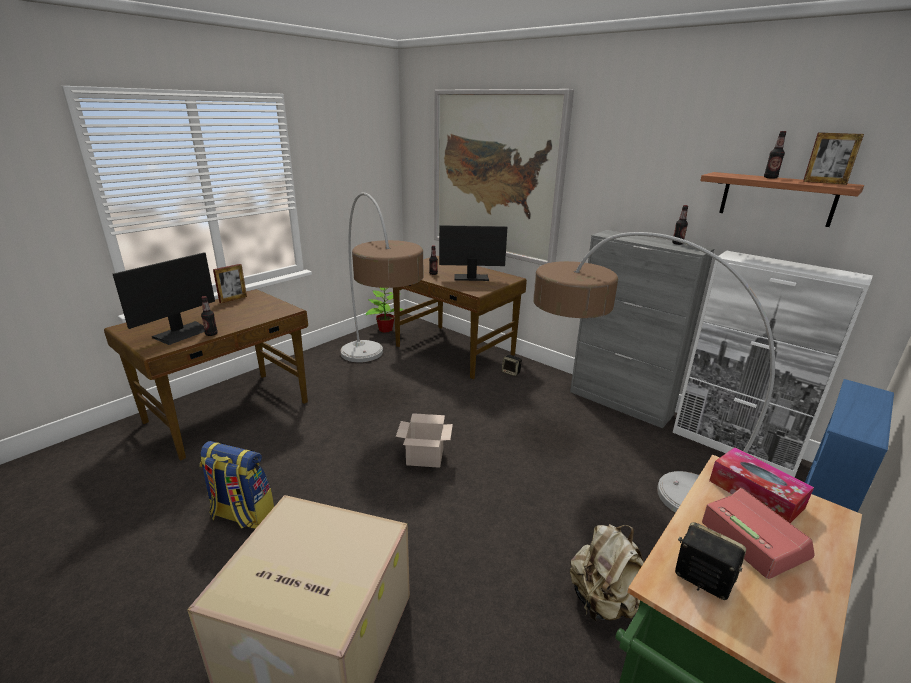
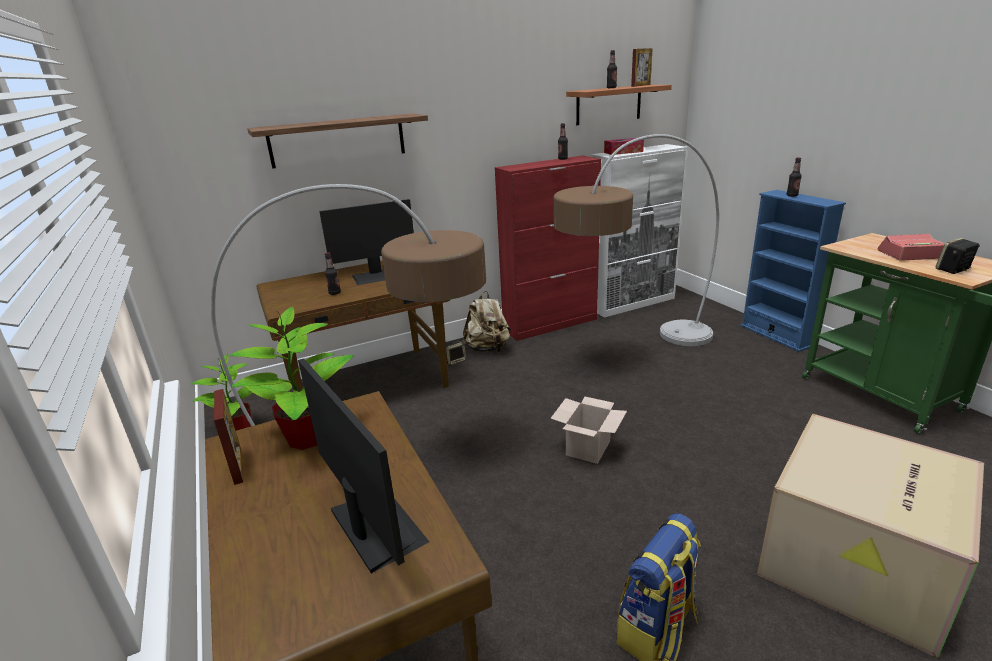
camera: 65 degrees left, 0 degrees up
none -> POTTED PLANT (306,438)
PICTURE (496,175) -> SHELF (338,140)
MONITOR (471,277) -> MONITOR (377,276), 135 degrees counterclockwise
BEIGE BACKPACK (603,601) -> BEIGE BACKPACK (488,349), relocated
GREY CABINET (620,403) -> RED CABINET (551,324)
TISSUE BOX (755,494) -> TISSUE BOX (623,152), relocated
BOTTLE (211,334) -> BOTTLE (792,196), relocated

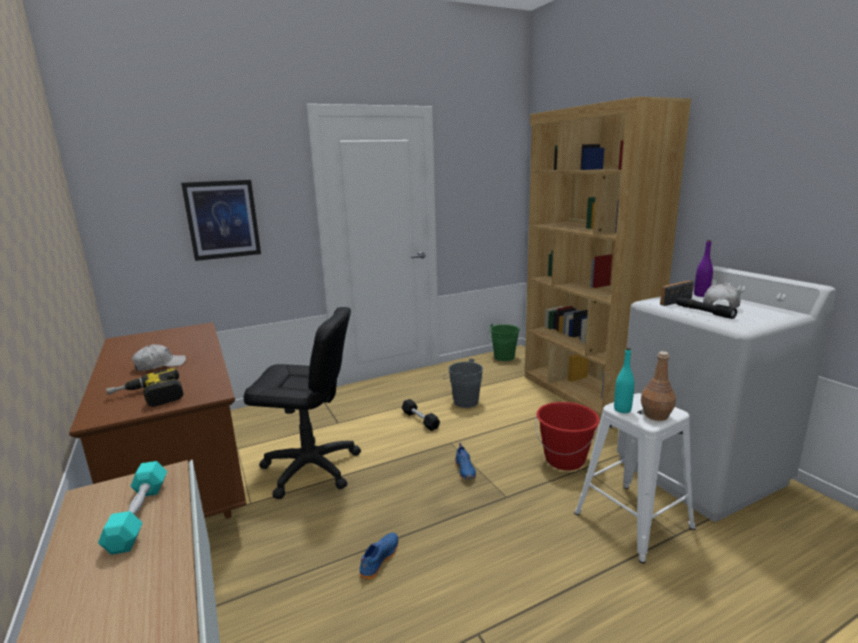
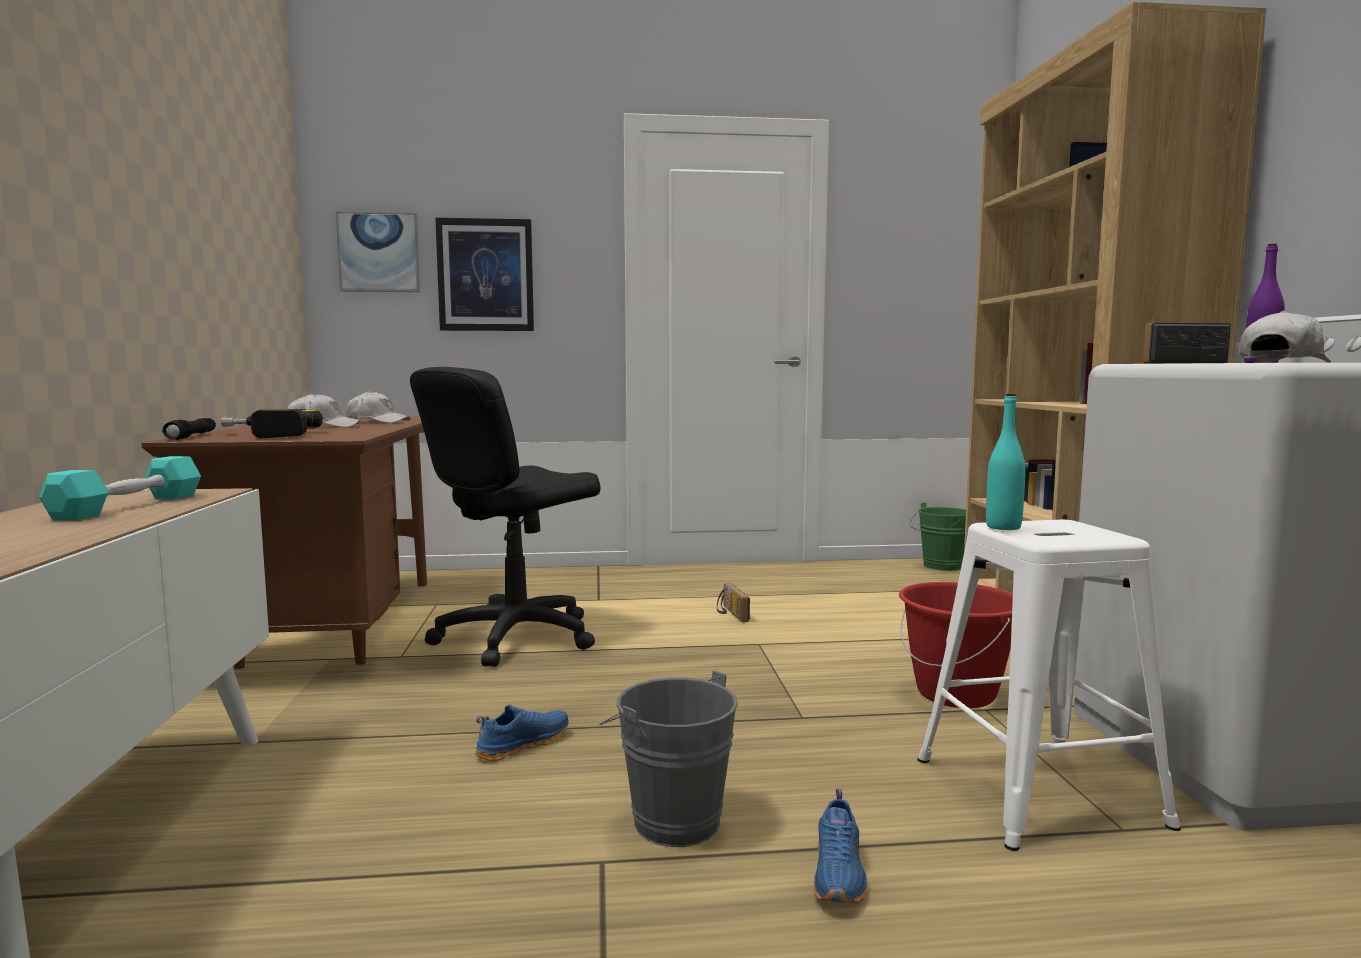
camera: 20 degrees right, 10 degrees down
BLACK FLASHLIGHT (704,312) -> BLACK FLASHLIGHT (192,436), relocated
none -> PICTURE (379,252)
none -> WHITE CAP (378,421)
BLACK OFFICE CHAIR (311,468) -> BLACK OFFICE CHAIR (515,637), 105 degrees clockwise
GREY BUCKET (463,401) -> GREY BUCKET (669,818), relocated
BLACK DUMBBELL (420,420) -> RADIO (730,614)
BLUE SHOE (465,470) -> BLUE SHOE (840,875), relocated
BROWN BOTTLE (656,415) -> none

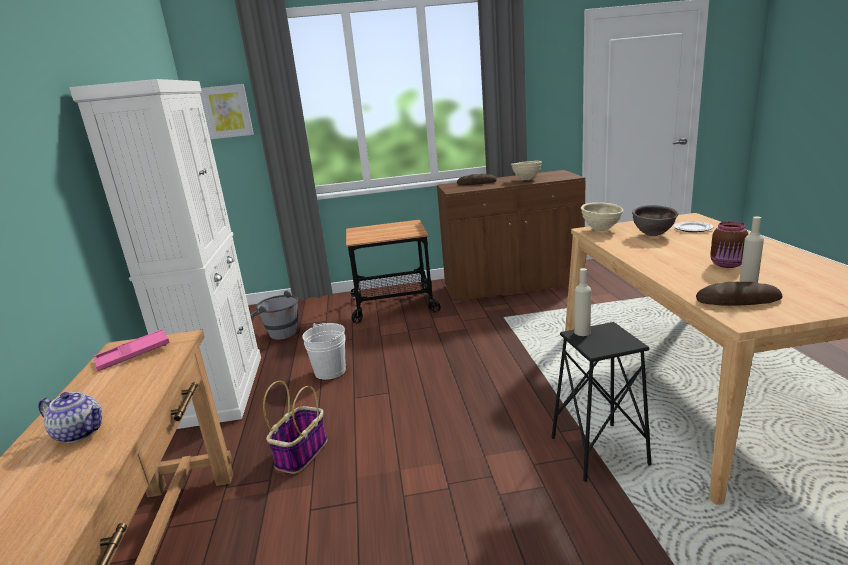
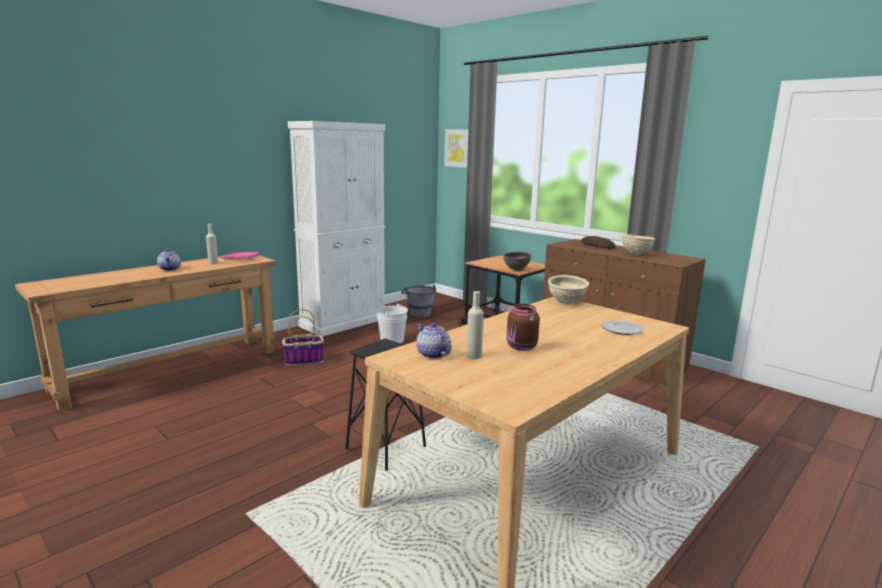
camera: 50 degrees right, 5 degrees down
BEIGE BOTTLE (582,332) -> BEIGE BOTTLE (213,263), relocated
BREAD (737,300) -> TEAPOT (432,354)
BROWN BOWL (653,235) -> BROWN BOWL (516,270), relocated

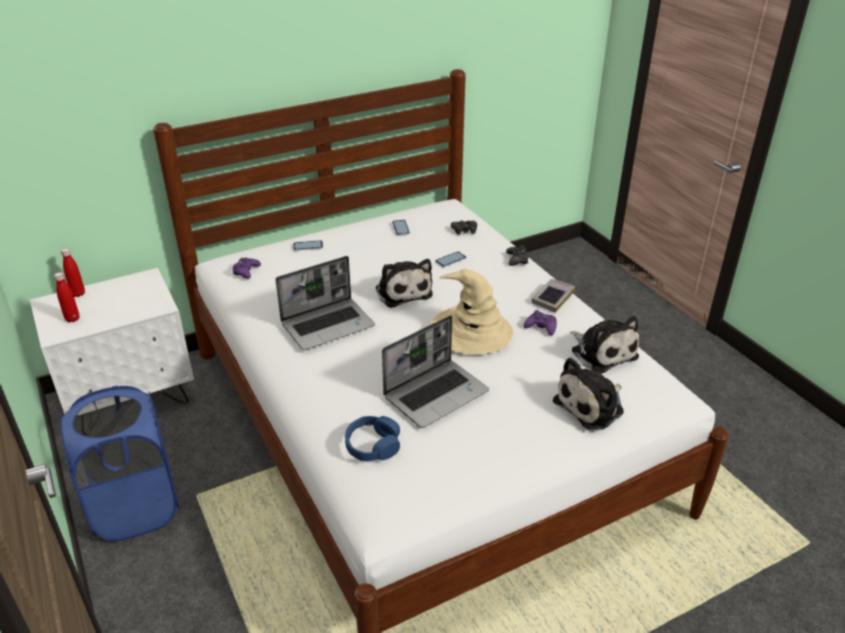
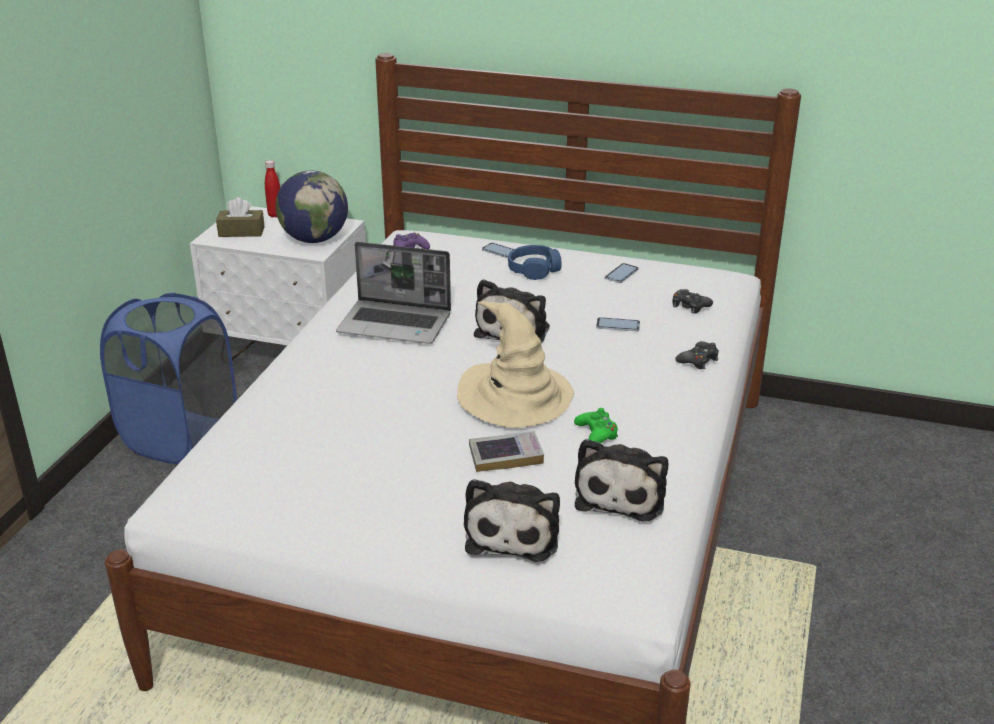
camera: 45 degrees right, 5 degrees down
RED BOTTLE (72,319) -> BROWN TISSUE BOX (241,232)
none -> GLOBE (314,239)
PLUSH TOY (592,406) -> PLUSH TOY (513,533), 90 degrees counterclockwise
BOOK (552,298) -> BOOK (506,456), relocated
BLUE HEADPHONES (373,445) -> BLUE HEADPHONES (534,269), relocated
PURPLE GAME CONTROLLER (541,327) -> GREEN GAME CONTROLLER (597,433)
LAPTOP (436,393) -> none

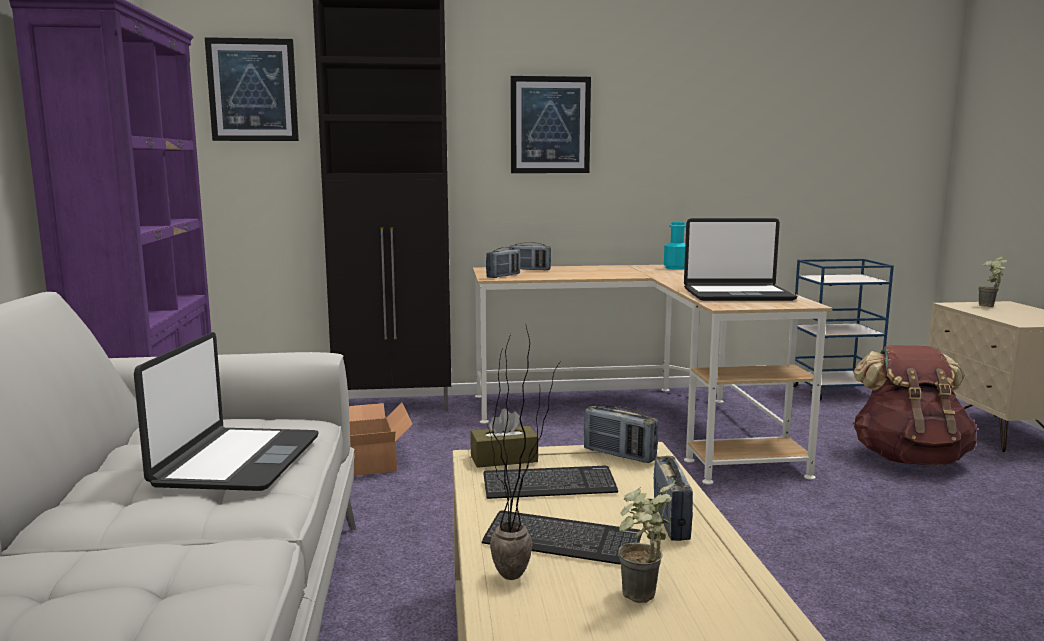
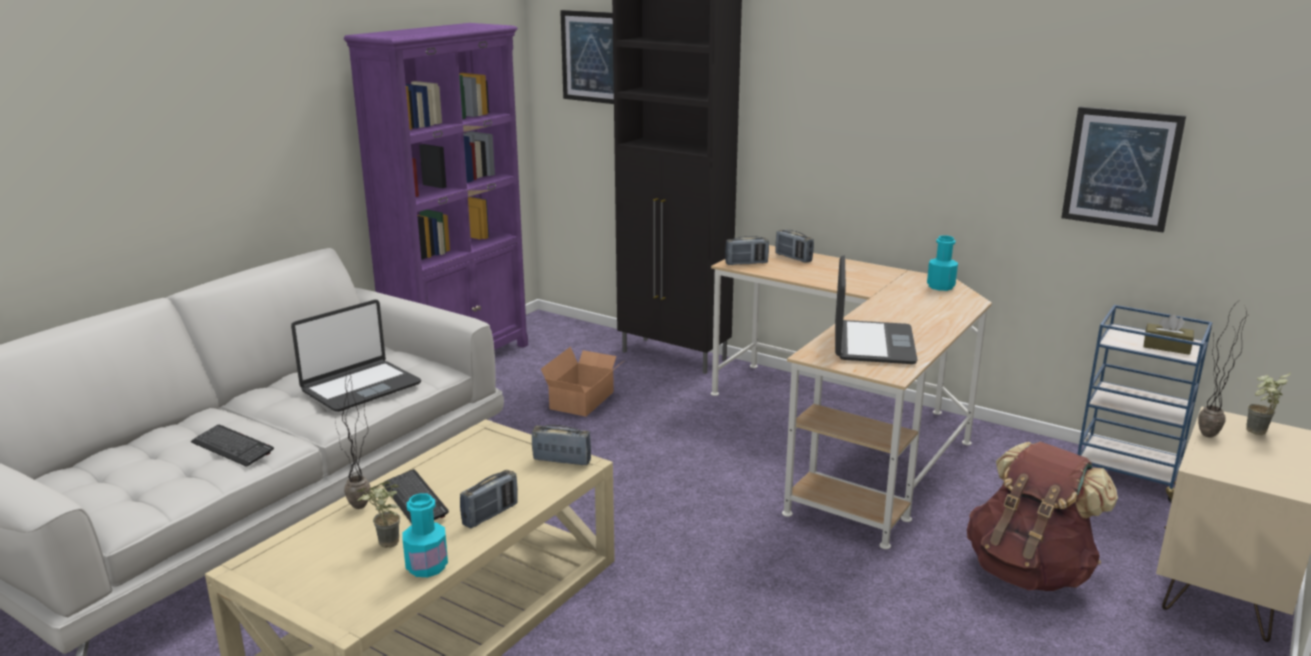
camera: 40 degrees right, 10 degrees up
KEYBOARD (549,486) -> KEYBOARD (232,447), relocated
none -> TURQUOISE BOTTLE (427,566)
RADIO (619,455) -> RADIO (562,460), 120 degrees clockwise
LAPTOP (737,294) -> LAPTOP (872,344), 120 degrees counterclockwise
PICTURE (550,125) -> PICTURE (1121,168), relocated
BROWN TISSUE BOX (504,459) -> BROWN TISSUE BOX (1166,347), relocated
none -> POTTED PLANT (1204,437)

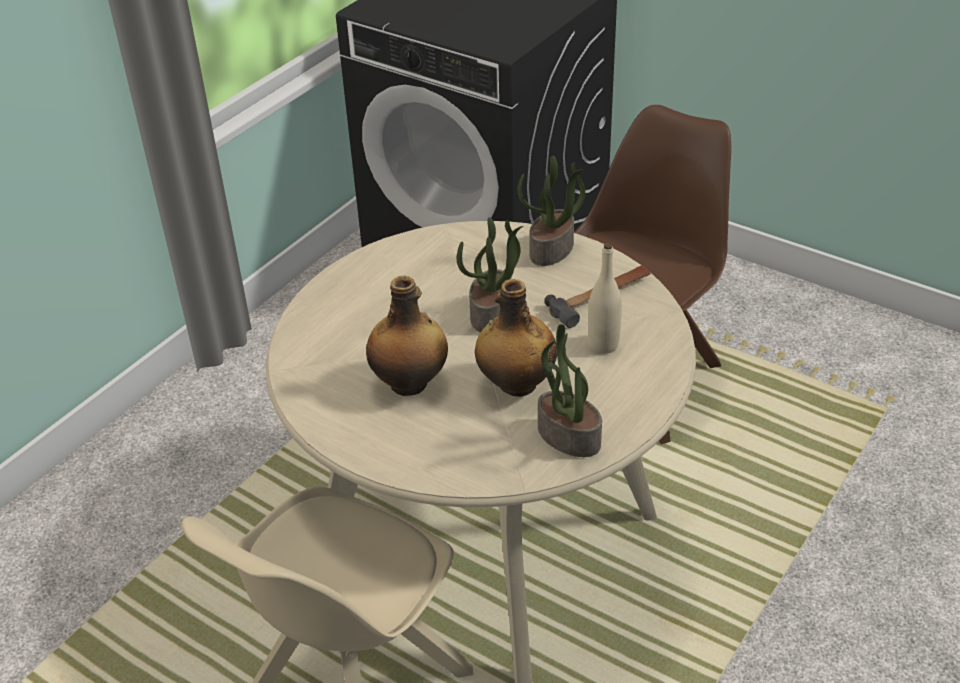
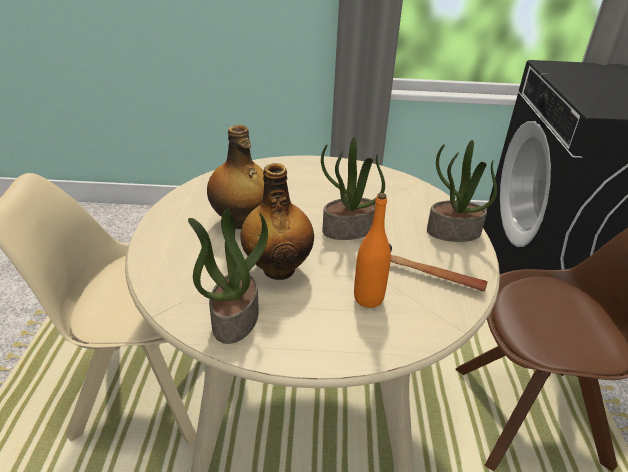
camera: 55 degrees right, 5 degrees down
BEIGE BOTTLE (603,345) -> ORANGE BOTTLE (368,298)

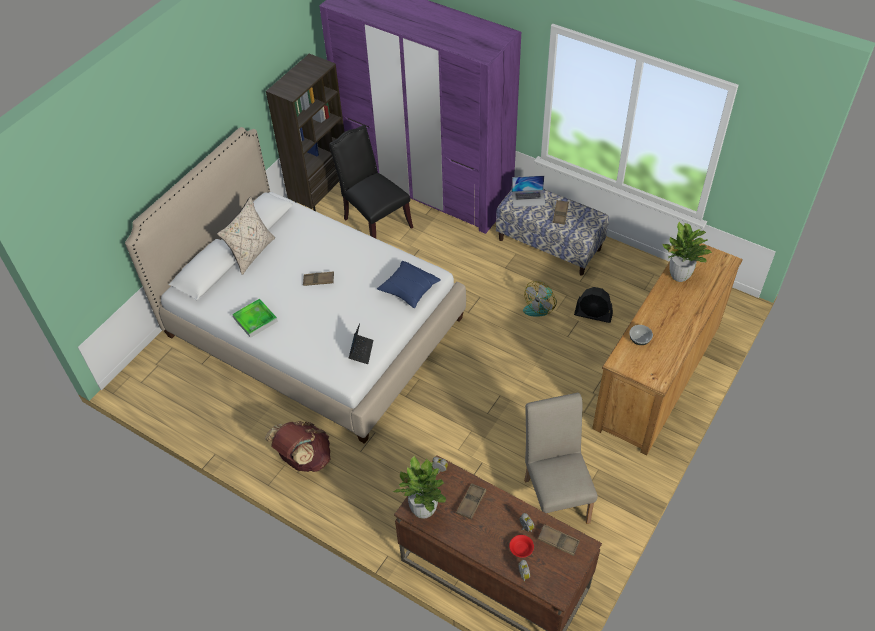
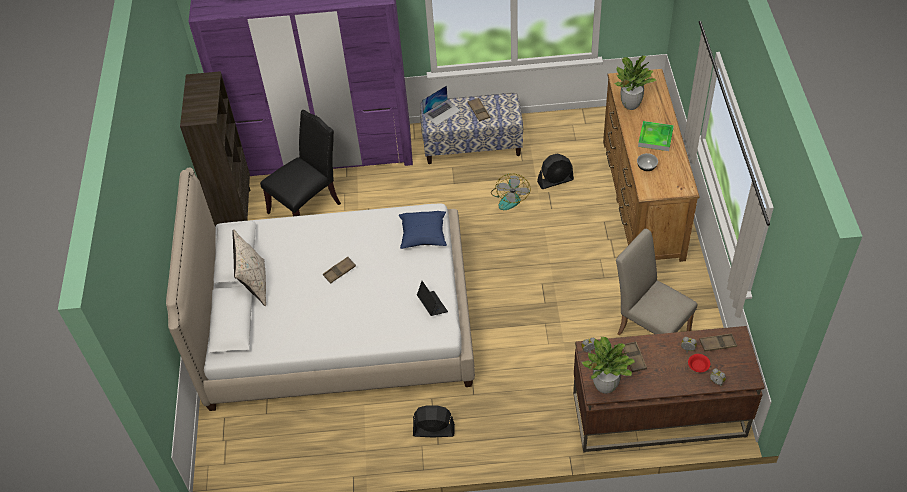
camera: 35 degrees left, 0 degrees up
BLACK CHAIR (374,222) -> BLACK CHAIR (308,207), 120 degrees clockwise
BROWN BACKPACK (304,459) -> BLACK FAN (433,430)
TRAY (255,319) -> TRAY (655,138), relocated

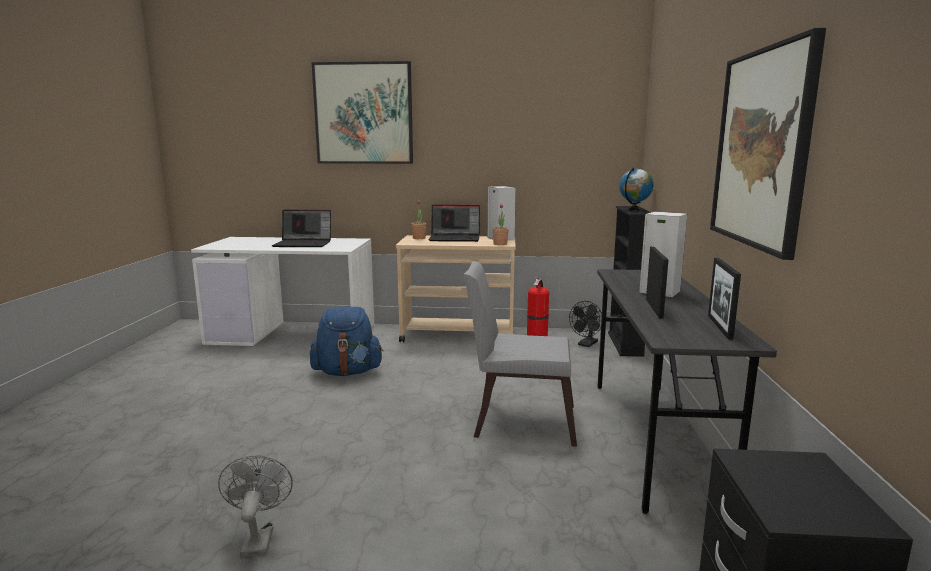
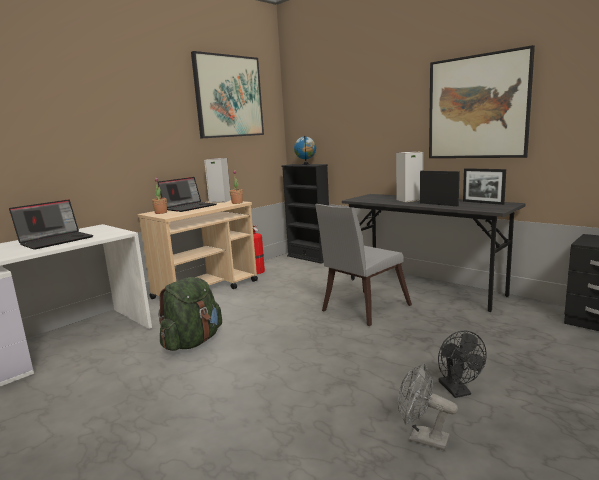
camera: 50 degrees left, 0 degrees up
BLUE BACKPACK (347,372) -> GREEN BACKPACK (193,342)
PICTURE (363,114) -> PICTURE (229,96), relocated
BLACK FAN (586,344) -> BLACK FAN (458,391), relocated

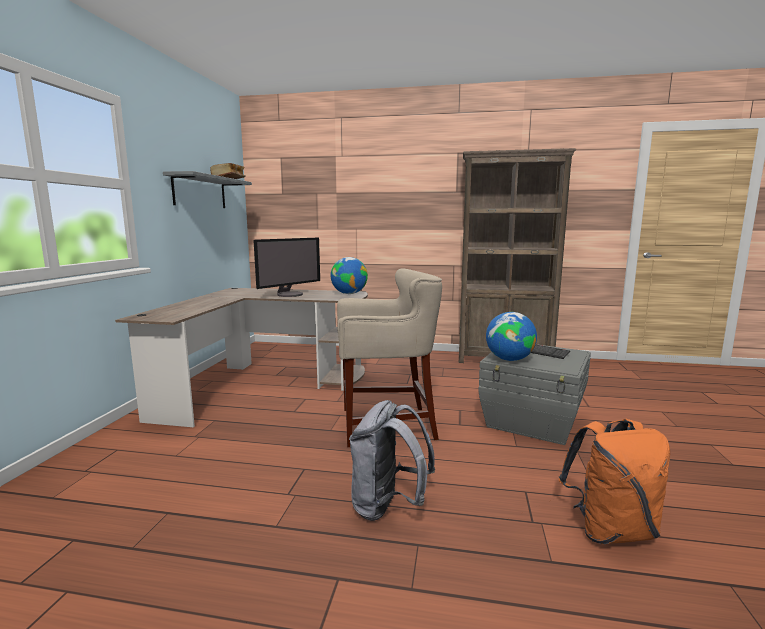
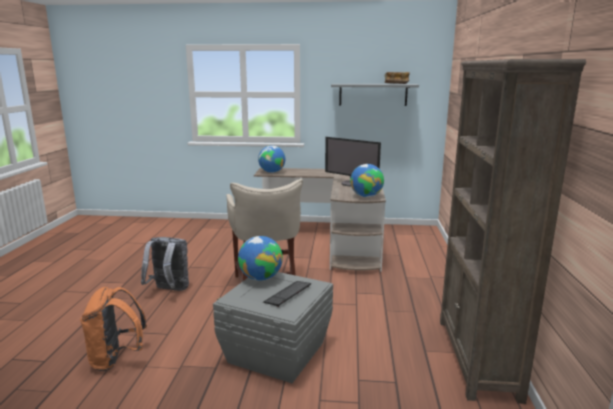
camera: 85 degrees right, 5 degrees up
none -> GLOBE (272,172)

